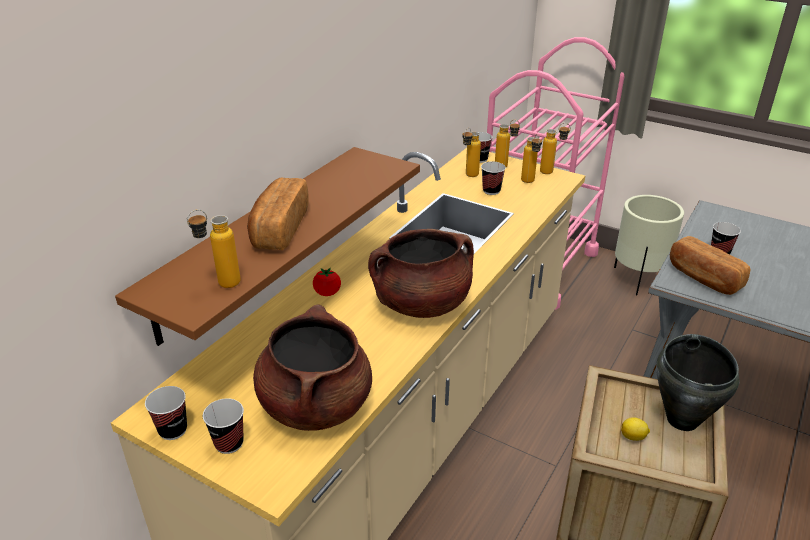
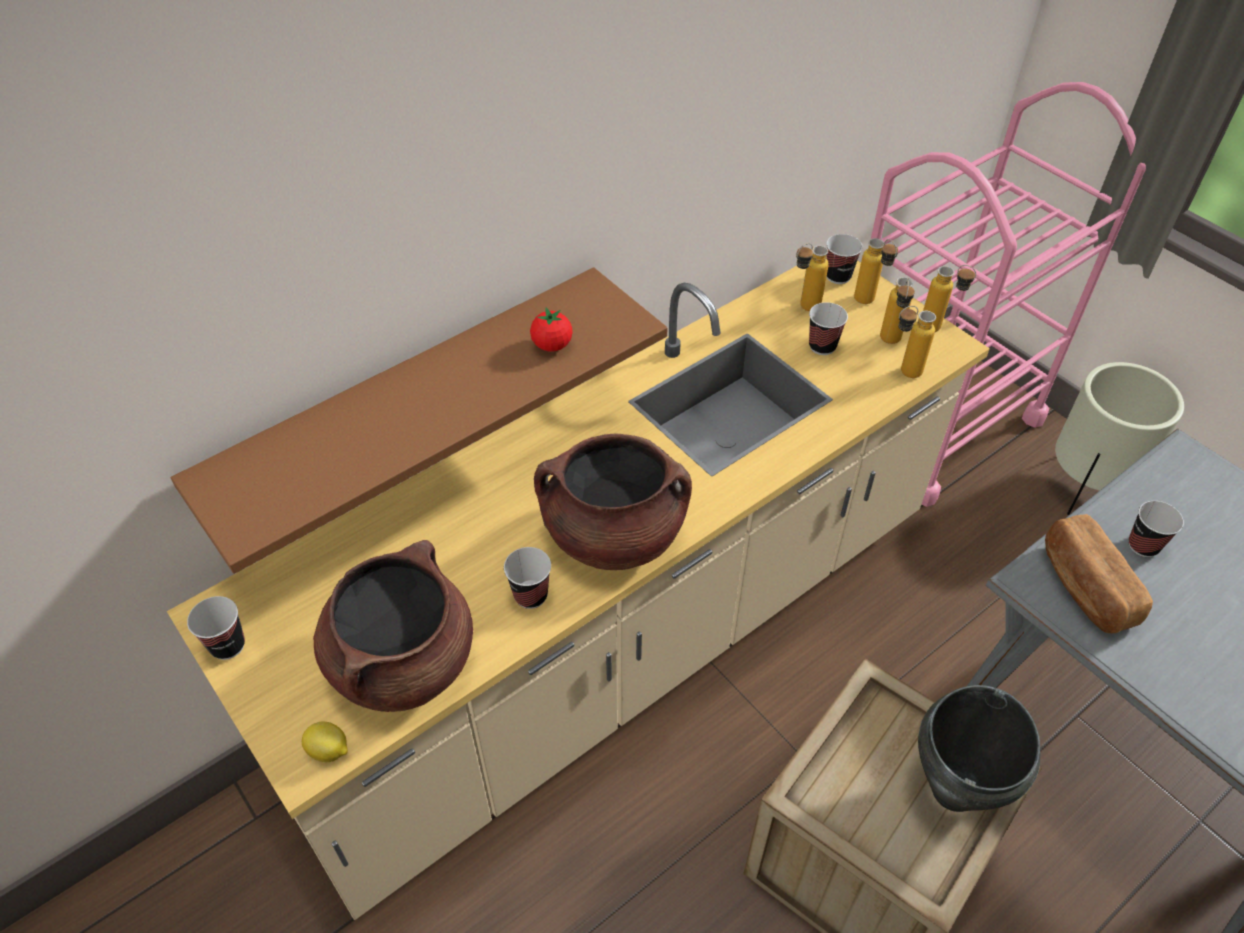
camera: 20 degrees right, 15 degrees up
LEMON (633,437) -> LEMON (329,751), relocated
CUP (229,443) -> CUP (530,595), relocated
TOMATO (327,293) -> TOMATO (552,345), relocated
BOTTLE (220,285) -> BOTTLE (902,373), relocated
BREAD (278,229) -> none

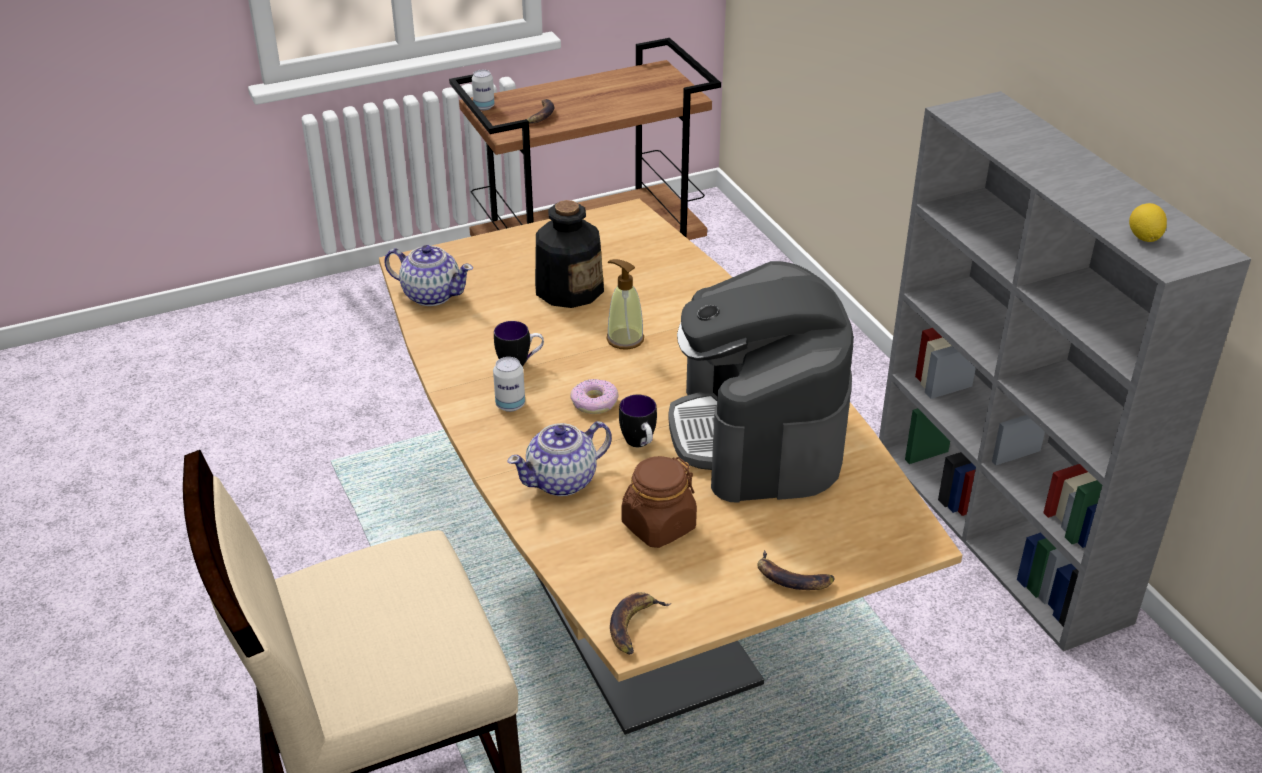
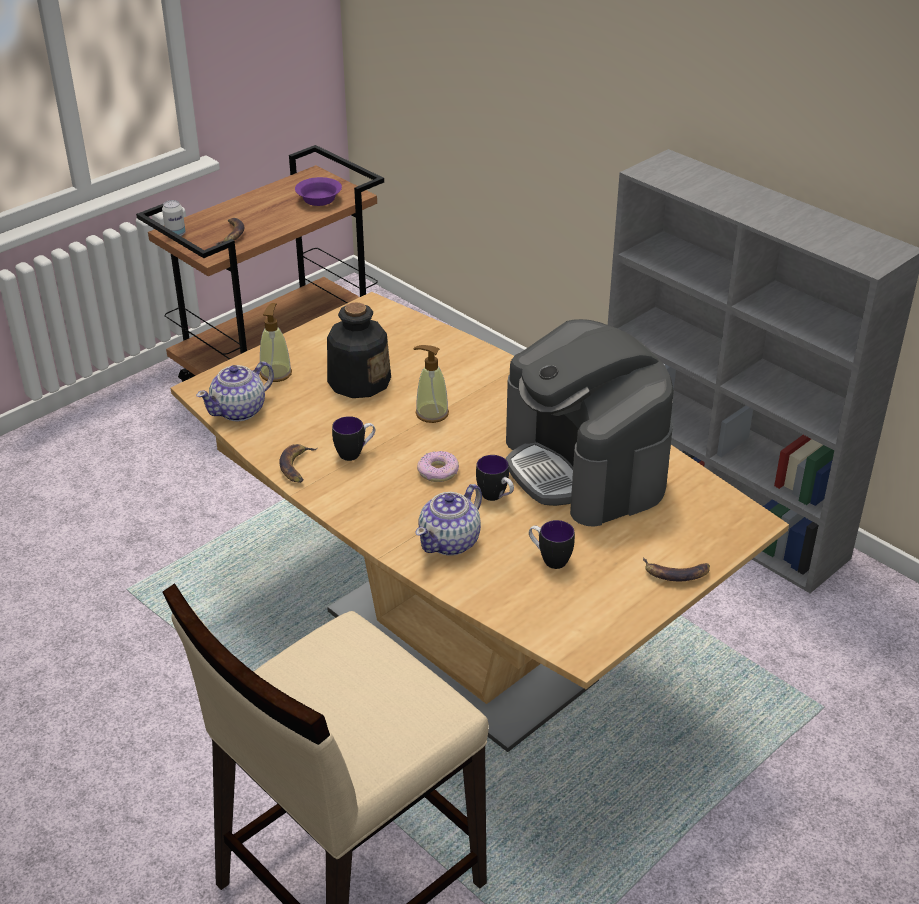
camera: 20 degrees left, 0 degrees up
TEAPOT (431,295) -> TEAPOT (240,411), 135 degrees clockwise
none -> SOAP DISPENSER (276,373)
BANANA (635,626) -> BANANA (297,466), relocated
none -> PURPLE BOWL (318,199)
BROWN JAR (658,526) -> MUG (549,559)
CAN (510,405) -> none
LEMON (1144,238) -> none

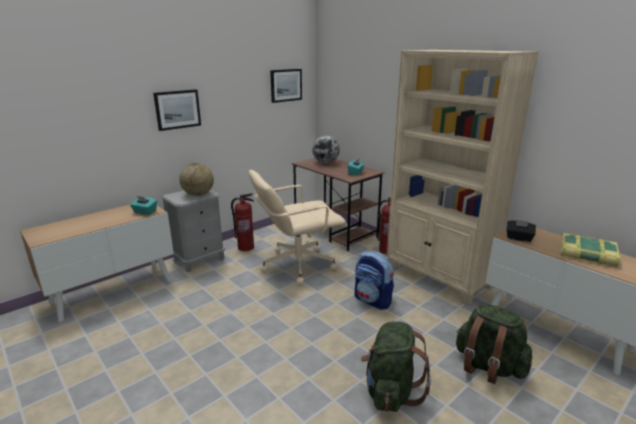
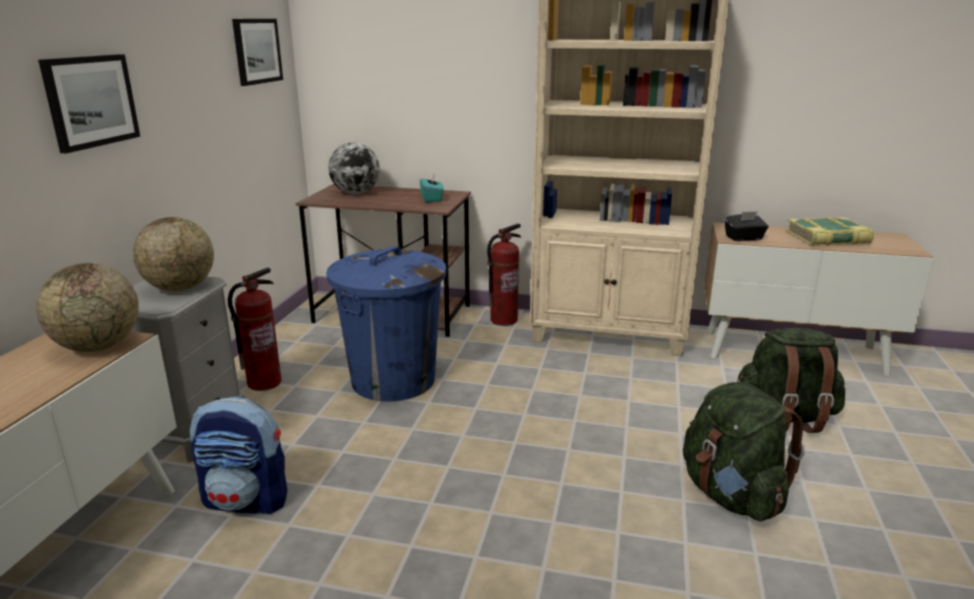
camera: 35 degrees left, 0 degrees up
TURQUOISE TISSUE BOX (145,212) -> GLOBE (98,346)
BACKPACK (373,300) -> BACKPACK (247,500), relocated
BEIGE OFFICE CHAIR (297,264) -> BLUE TRASH CAN (392,380)

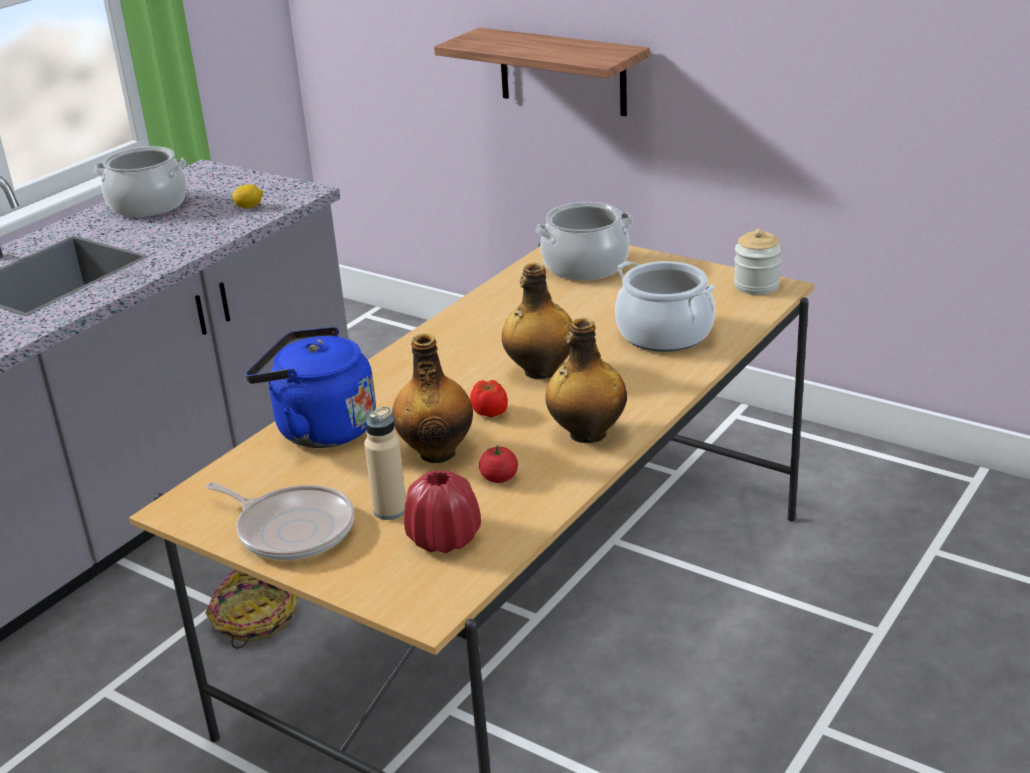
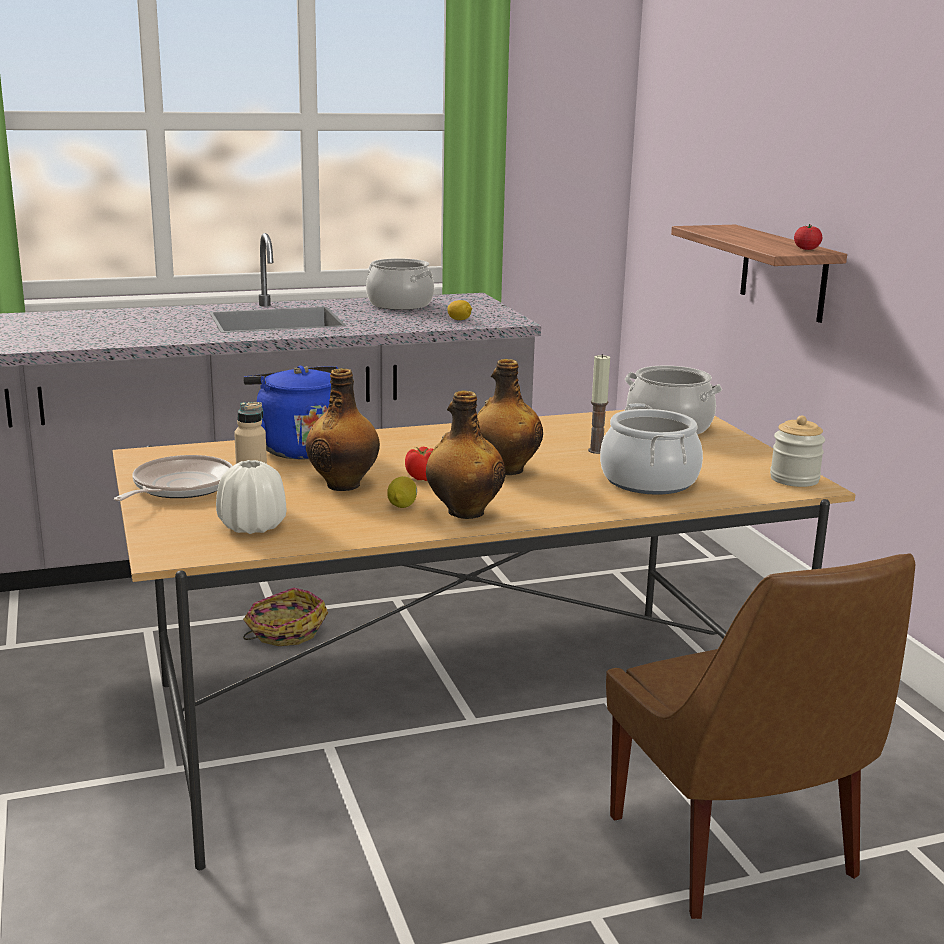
camera: 35 degrees right, 10 degrees down
FRYING PAN (292,529) -> FRYING PAN (179,487), 135 degrees counterclockwise
RED VASE (444,539) -> WHITE VASE (252,526)
none -> LEMON (402,505)
none -> CANDLE (596,451)
none -> BROWN CHAIR (736,852)
TOMATO (499,478) -> TOMATO (806,249), relocated

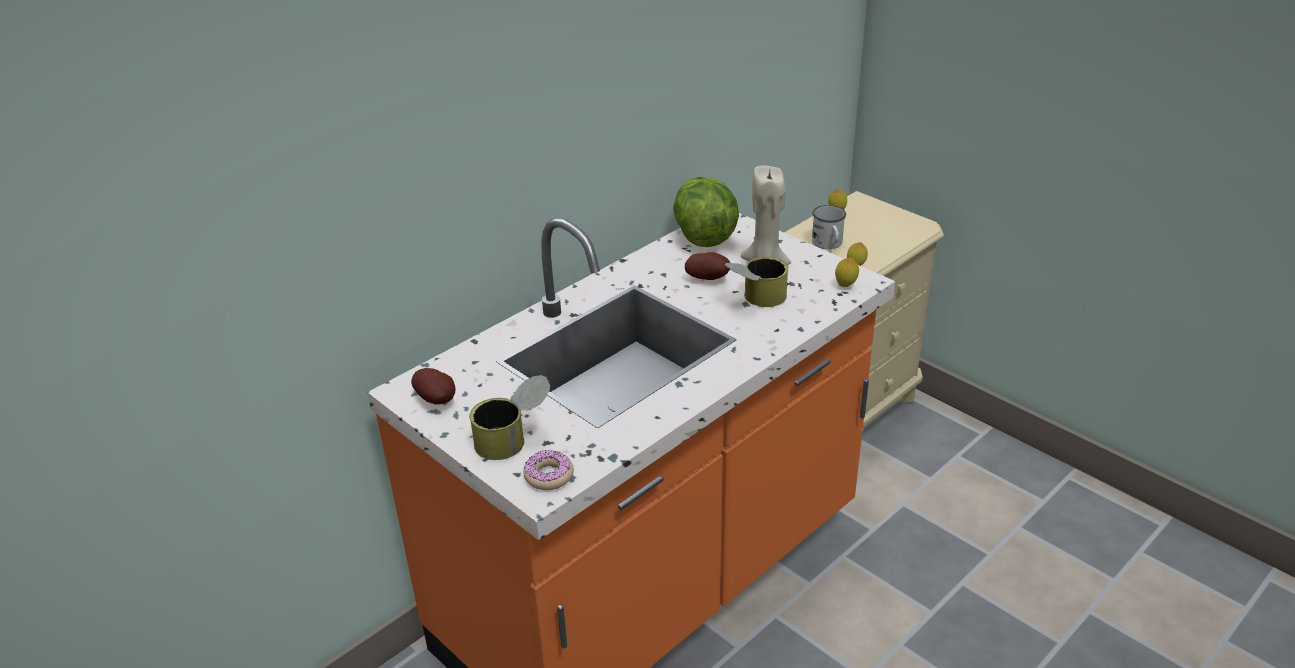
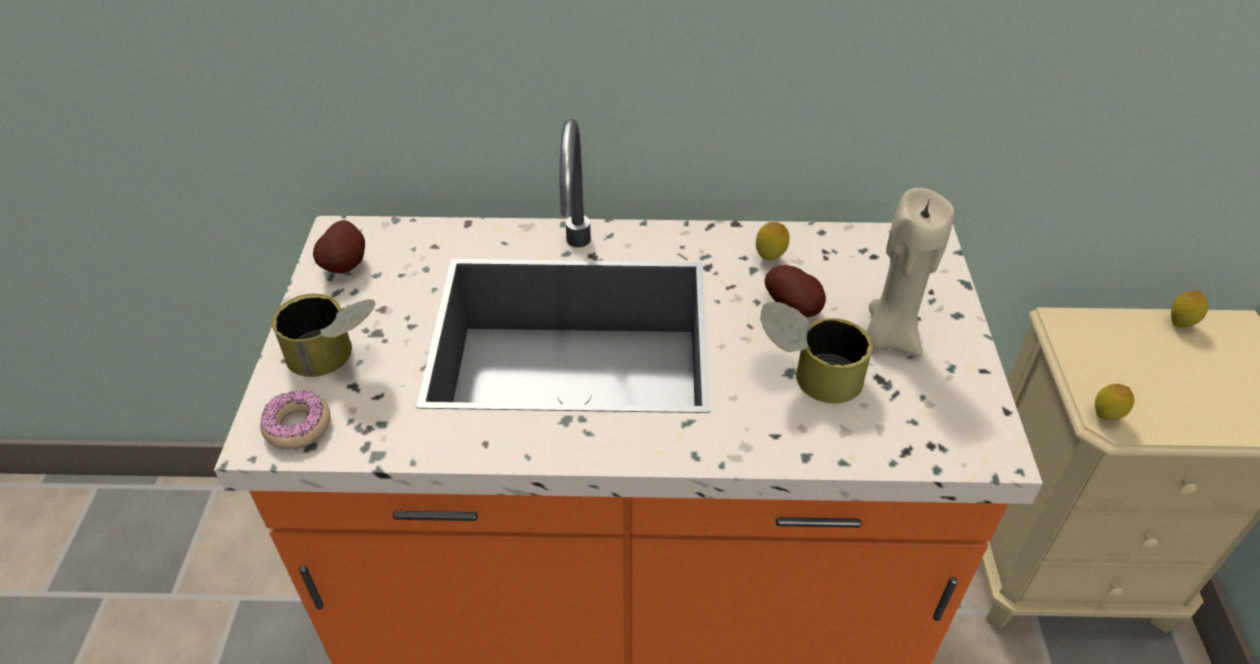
camera: 45 degrees right, 10 degrees up
LEMON (845,286) -> LEMON (770,259), relocated
LETTUCE (704,235) -> none
WHITE MUG (828,244) -> none

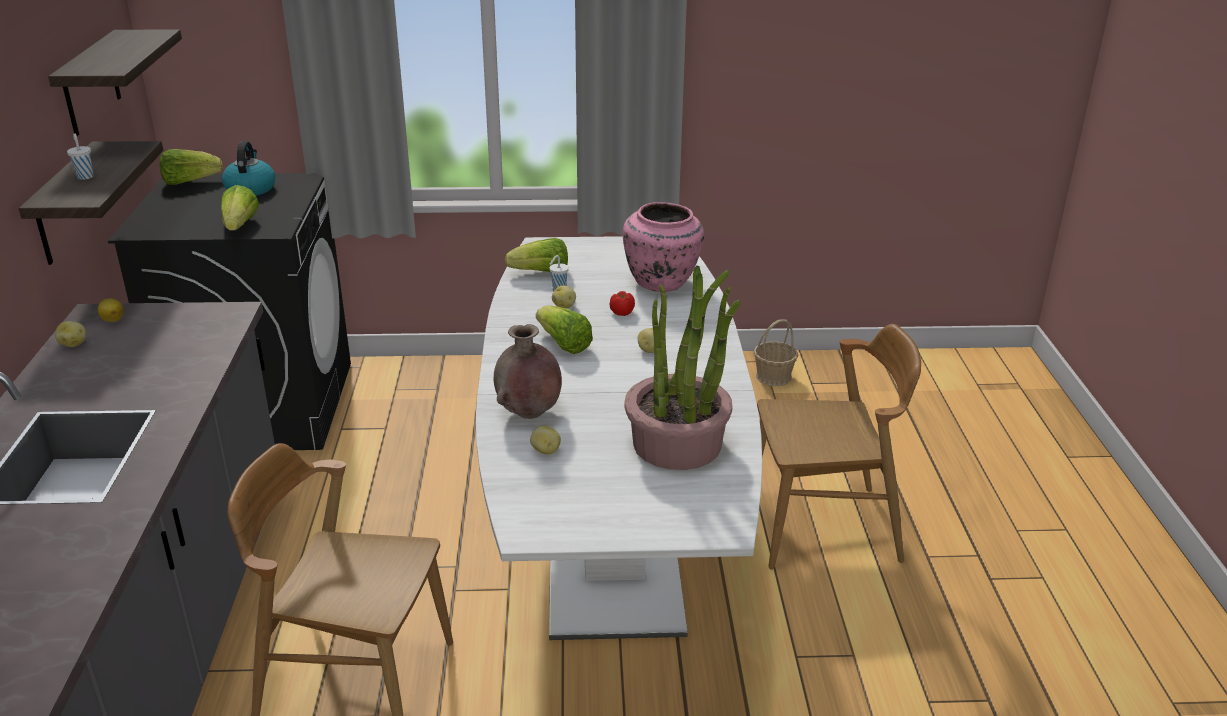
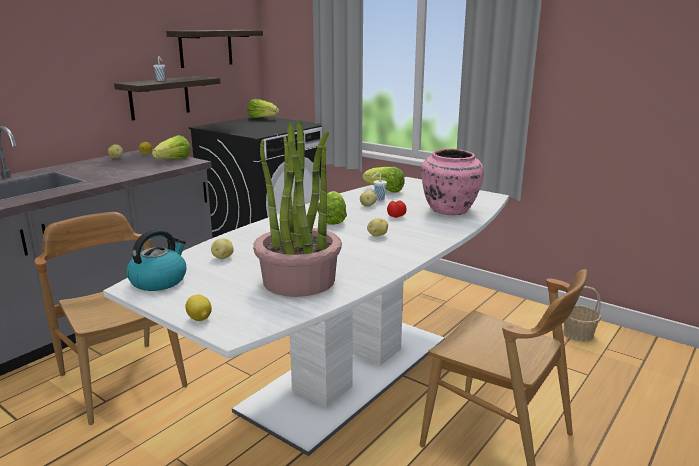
camera: 40 degrees right, 10 degrees down
KETTLE (250,188) -> KETTLE (159,280), relocated
LETTUCE (240,226) -> LETTUCE (174,160), relocated
none -> LEMON (199,319)
BROWN VASE (529,413) -> none

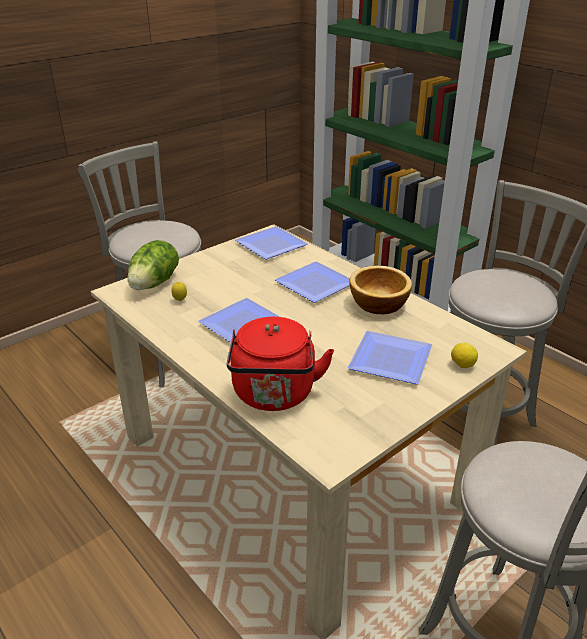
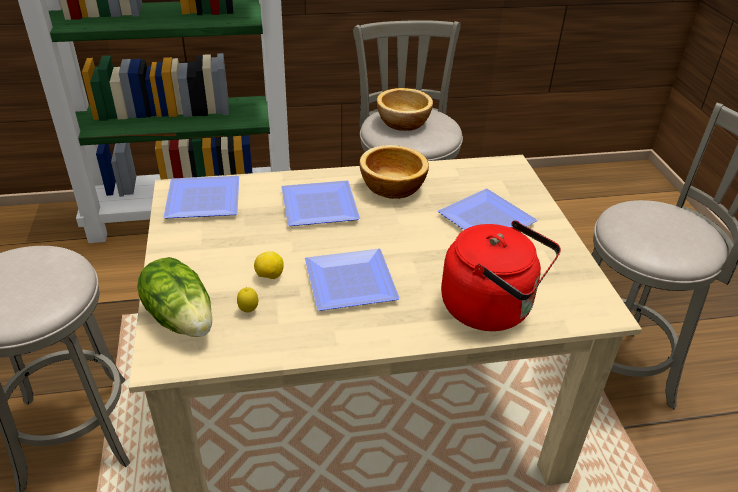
camera: 60 degrees left, 5 degrees up
LEMON (462,365) -> LEMON (269,276), relocated
none -> BOWL (404,122)

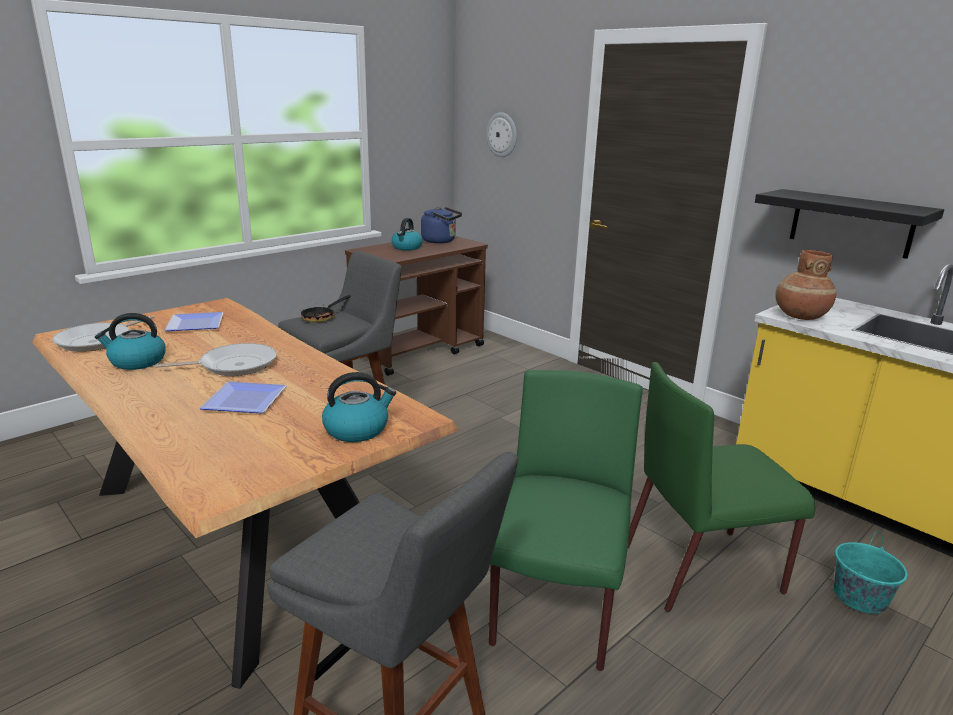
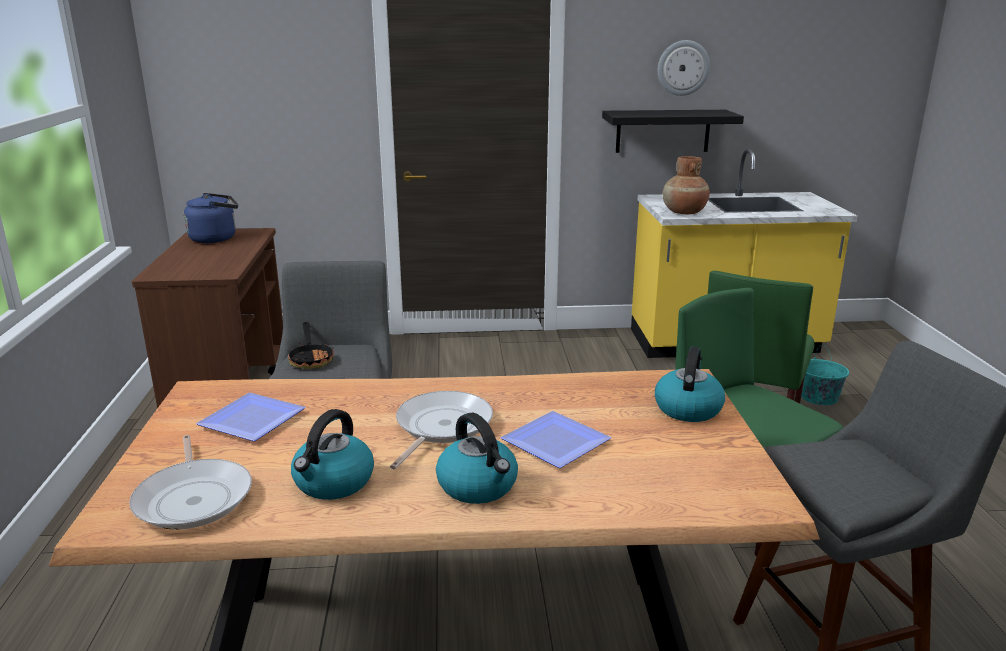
camera: 50 degrees left, 0 degrees up
KETTLE (407,248) -> KETTLE (478,486), relocated
WALL CLOCK (502,135) -> WALL CLOCK (683,68), relocated

